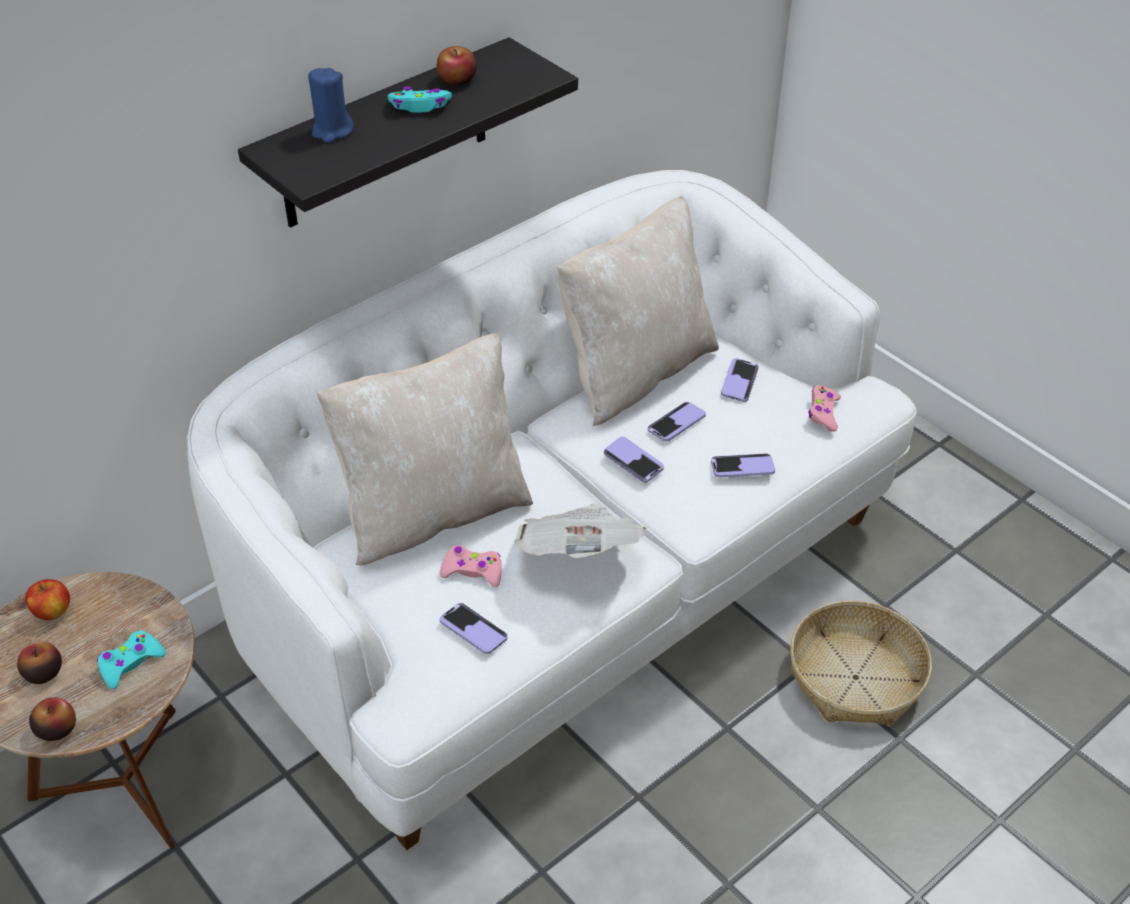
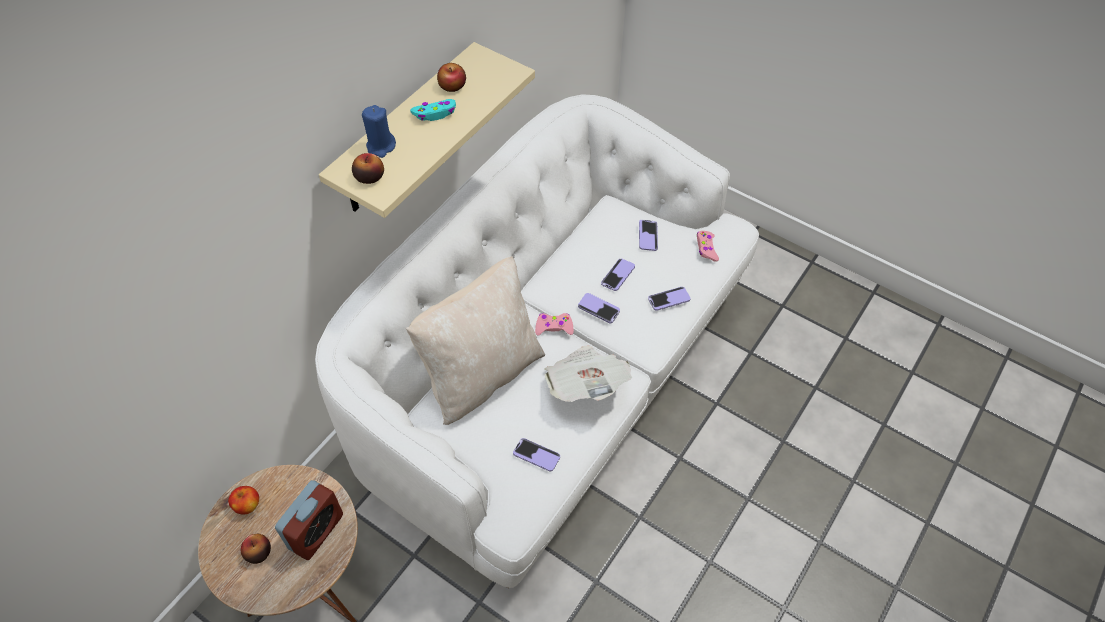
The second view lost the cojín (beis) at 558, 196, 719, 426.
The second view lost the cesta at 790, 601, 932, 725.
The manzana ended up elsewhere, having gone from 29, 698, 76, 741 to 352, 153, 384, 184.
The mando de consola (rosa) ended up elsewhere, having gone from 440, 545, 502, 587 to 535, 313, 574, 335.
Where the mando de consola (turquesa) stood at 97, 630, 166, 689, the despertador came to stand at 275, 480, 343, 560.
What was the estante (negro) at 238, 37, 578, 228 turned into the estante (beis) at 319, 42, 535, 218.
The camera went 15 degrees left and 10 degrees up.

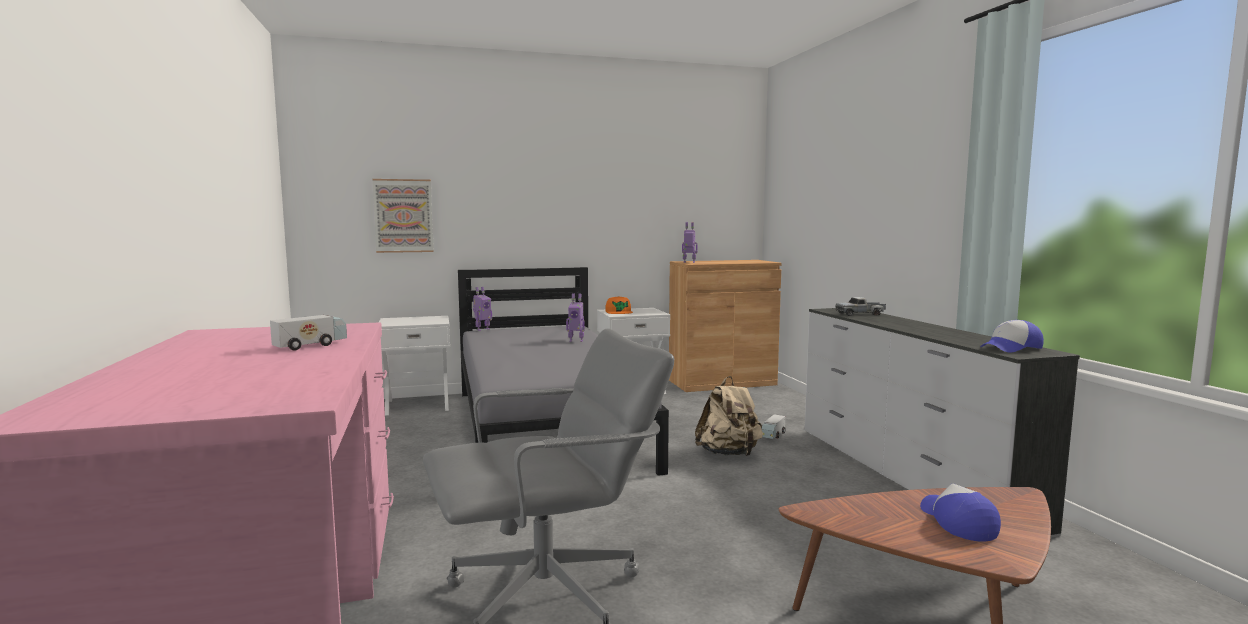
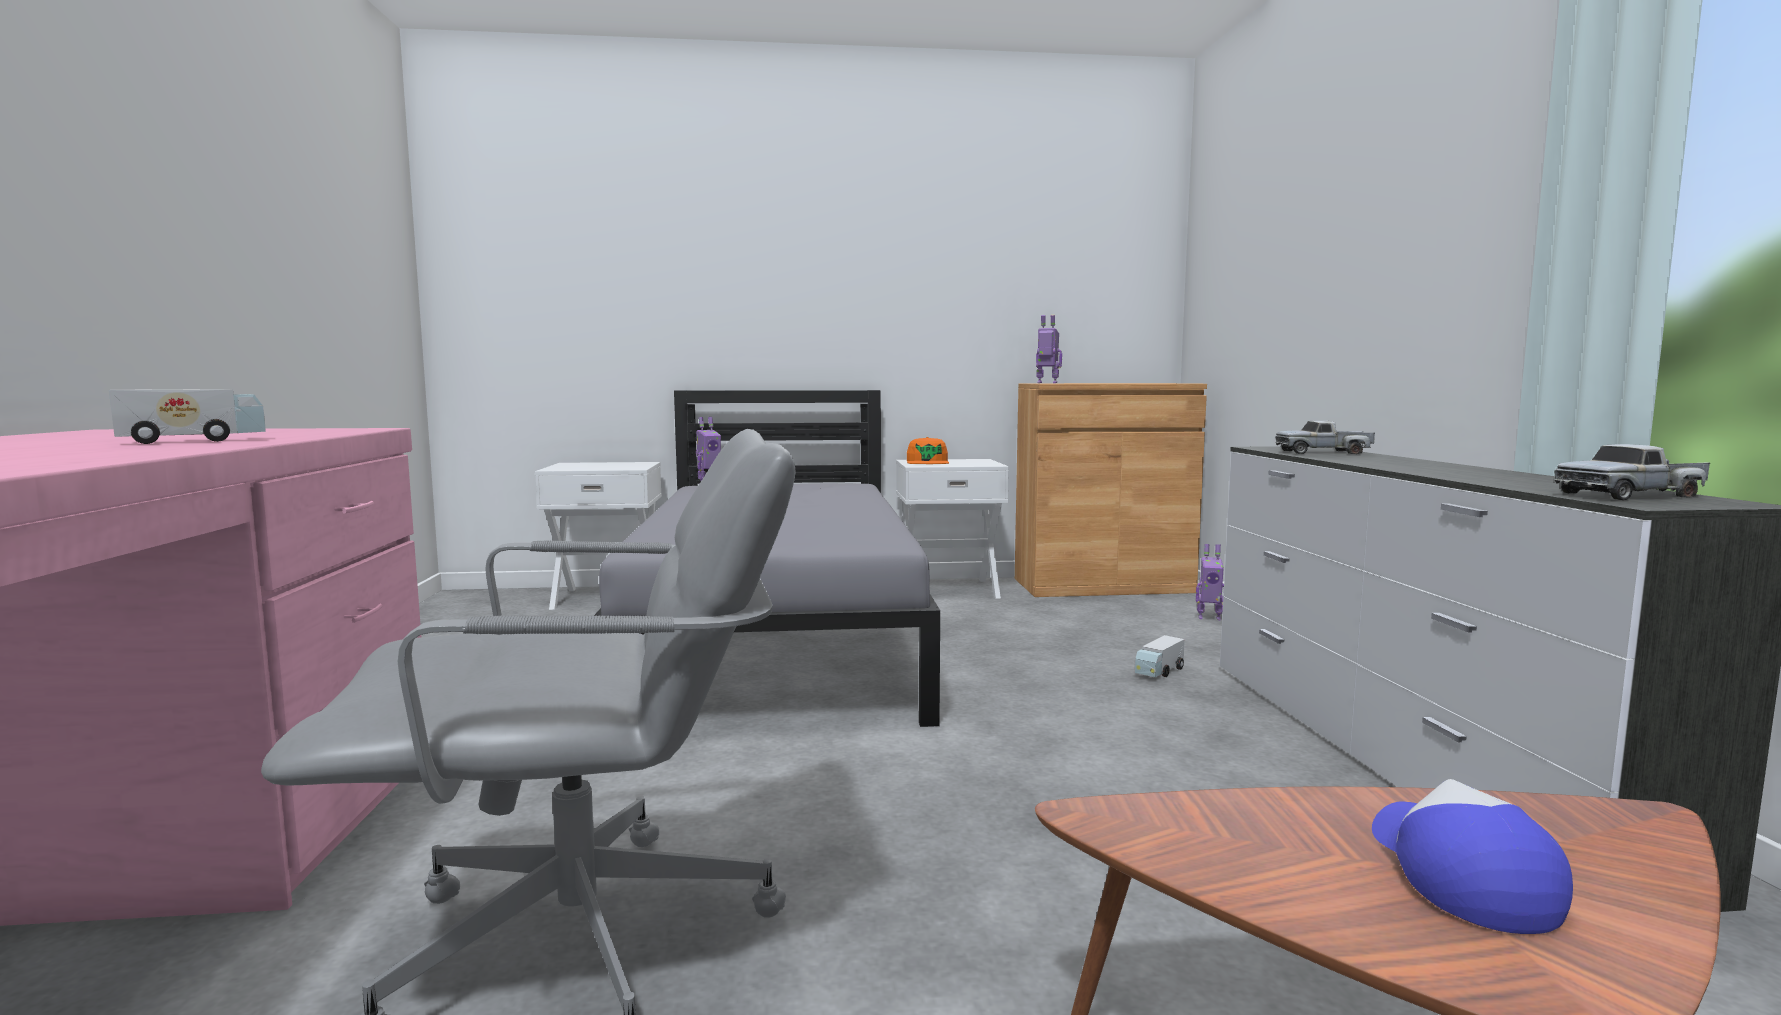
The second view lost the cuadro at 372, 179, 434, 253.
The second view lost the mochila (beis) at 695, 376, 763, 456.
The robot de juguete ended up elsewhere, having gone from 566, 293, 585, 342 to 1196, 544, 1225, 620.
Where the gorra stood at 980, 320, 1044, 353, the camión de juguete came to stand at 1554, 444, 1710, 500.
The camera went 10 degrees right and 0 degrees up.

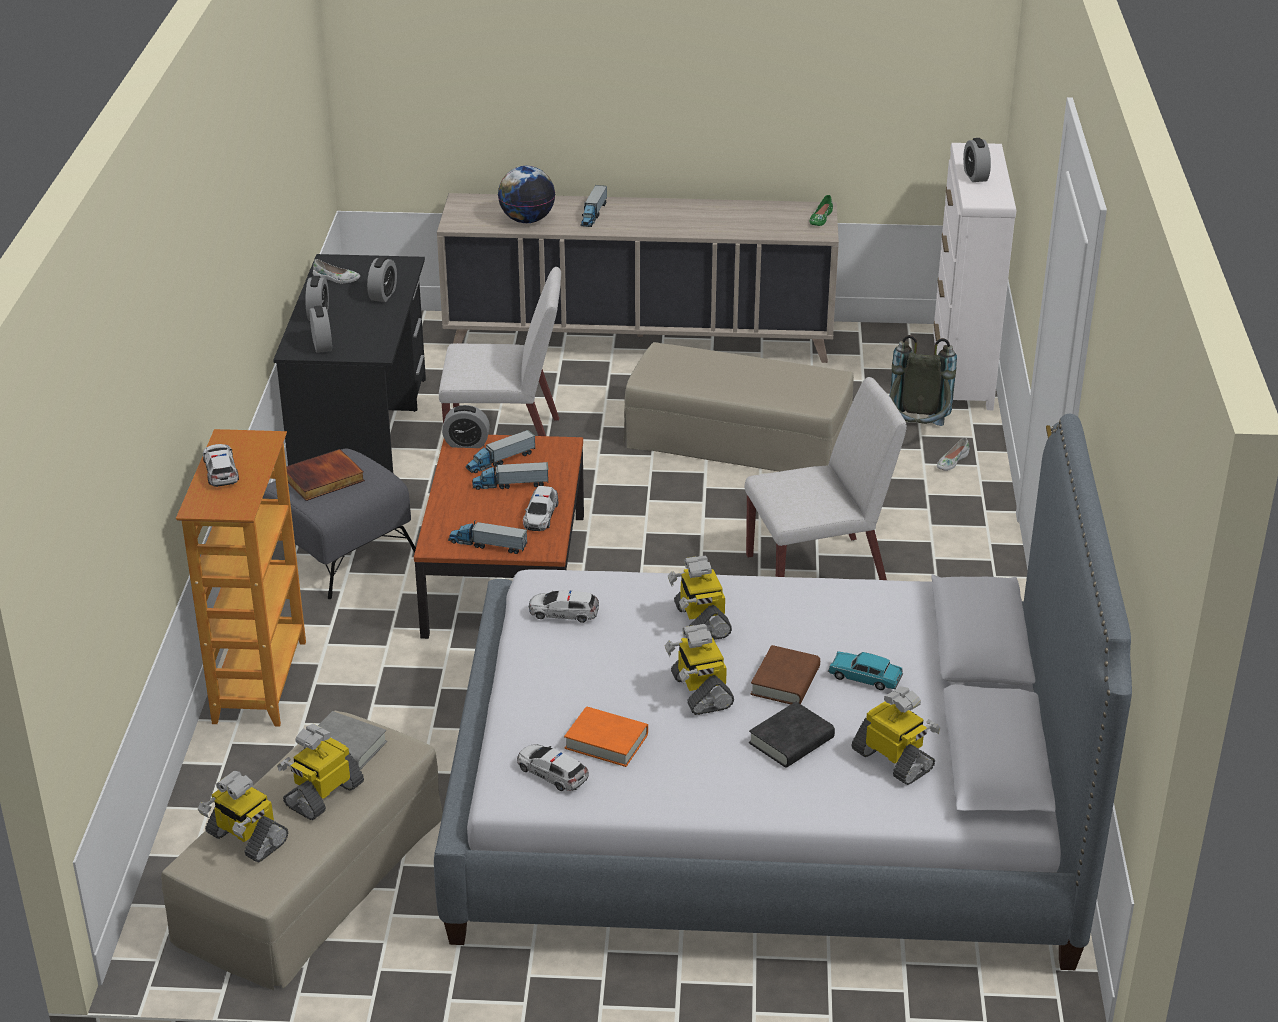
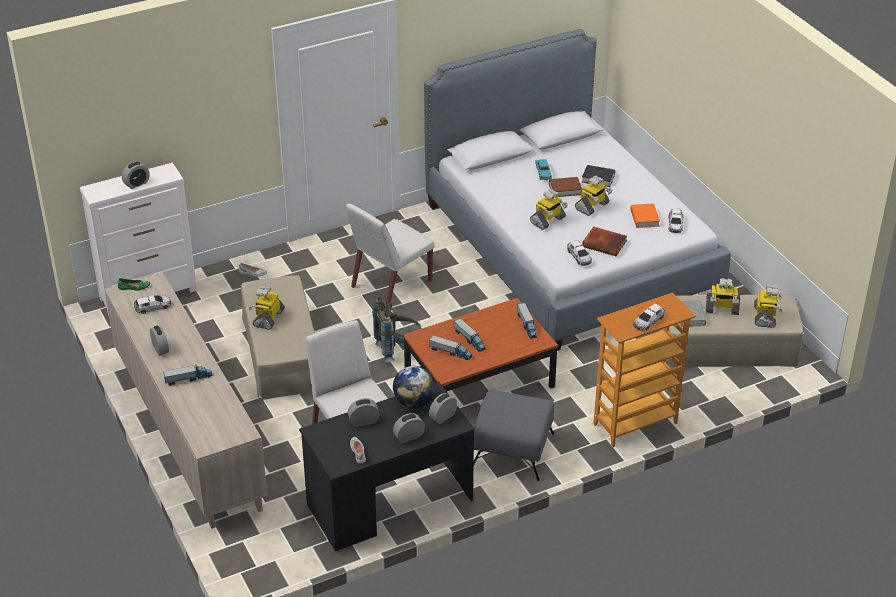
The libro ended up elsewhere, having gone from 286, 449, 365, 501 to 582, 227, 627, 256.
The despertador ended up elsewhere, having gone from 442, 405, 490, 448 to 150, 326, 169, 356.
The globo terráqueo ended up elsewhere, having gone from 498, 166, 555, 223 to 393, 366, 435, 408.
The coche de juguete ended up elsewhere, having gone from 523, 486, 558, 531 to 134, 295, 171, 314.
The robot de juguete ended up elsewhere, having gone from 852, 686, 941, 785 to 249, 286, 285, 330.
The mochila (gris) ended up elsewhere, having gone from 889, 335, 957, 426 to 372, 297, 422, 362.
The silla (blanco) at 744, 377, 907, 580 ended up facing another way, 90 degrees counterclockwise from before.
The camera went 120 degrees left and 5 degrees up.

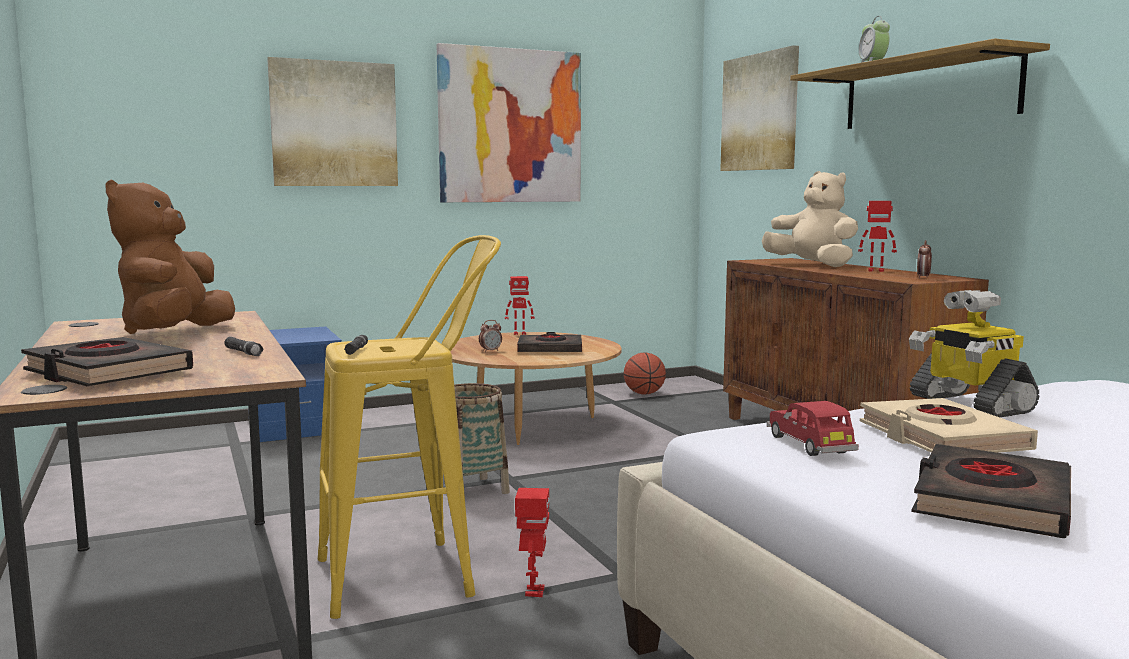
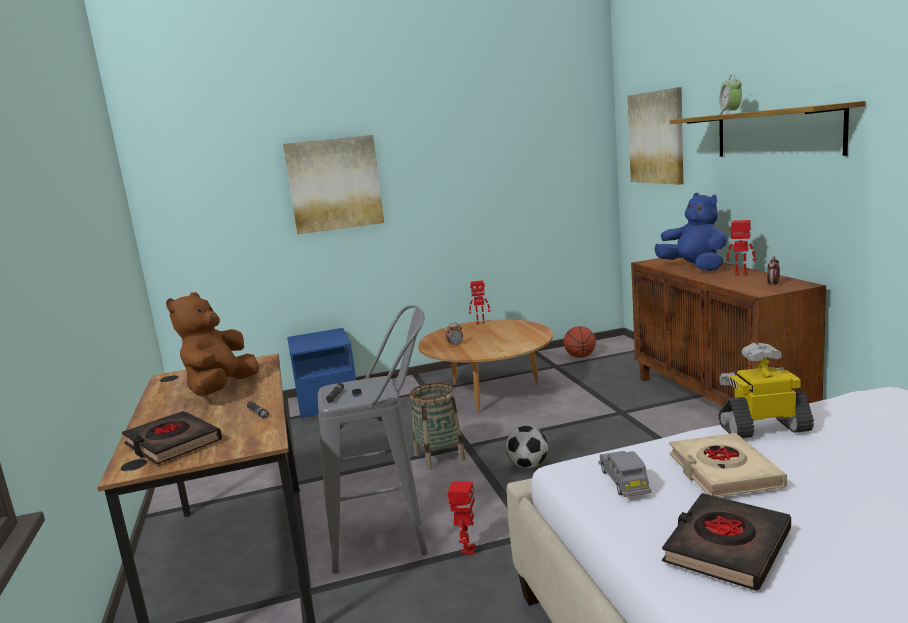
The second view lost the cuadro at 436, 43, 581, 202.
The second view lost the libro (negro) at 517, 332, 582, 352.
The second view gained the balón de fútbol at 506, 426, 548, 468.
What was the taburete (amarillo) at 318, 235, 501, 619 turned into the taburete (gris) at 318, 305, 428, 574.
What was the peluche (beis) at 762, 171, 858, 267 turned into the peluche (azul) at 655, 193, 727, 271.
What was the coche de juguete (rojo) at 767, 401, 859, 456 turned into the coche de juguete (gris) at 598, 451, 651, 497.
The robot de juguete at 909, 290, 1039, 417 ended up facing another way, 105 degrees clockwise from before.
The camera went 10 degrees right and 5 degrees up.

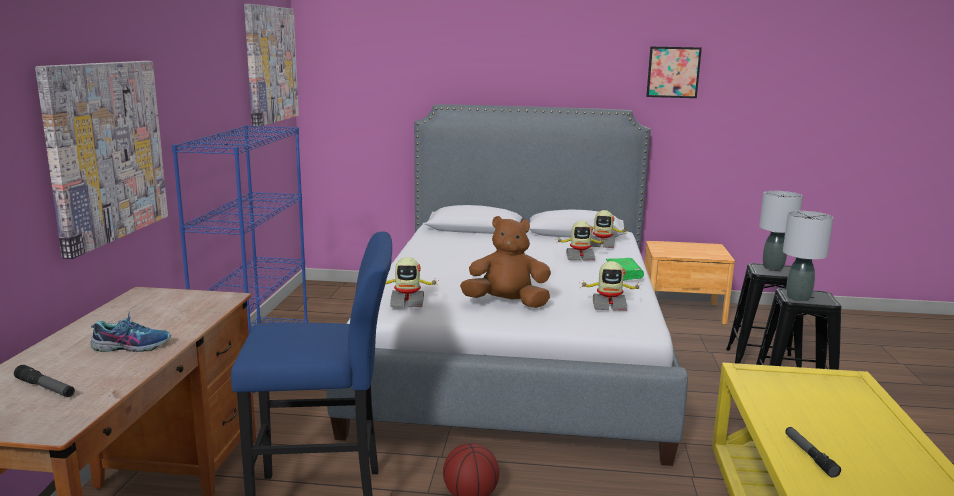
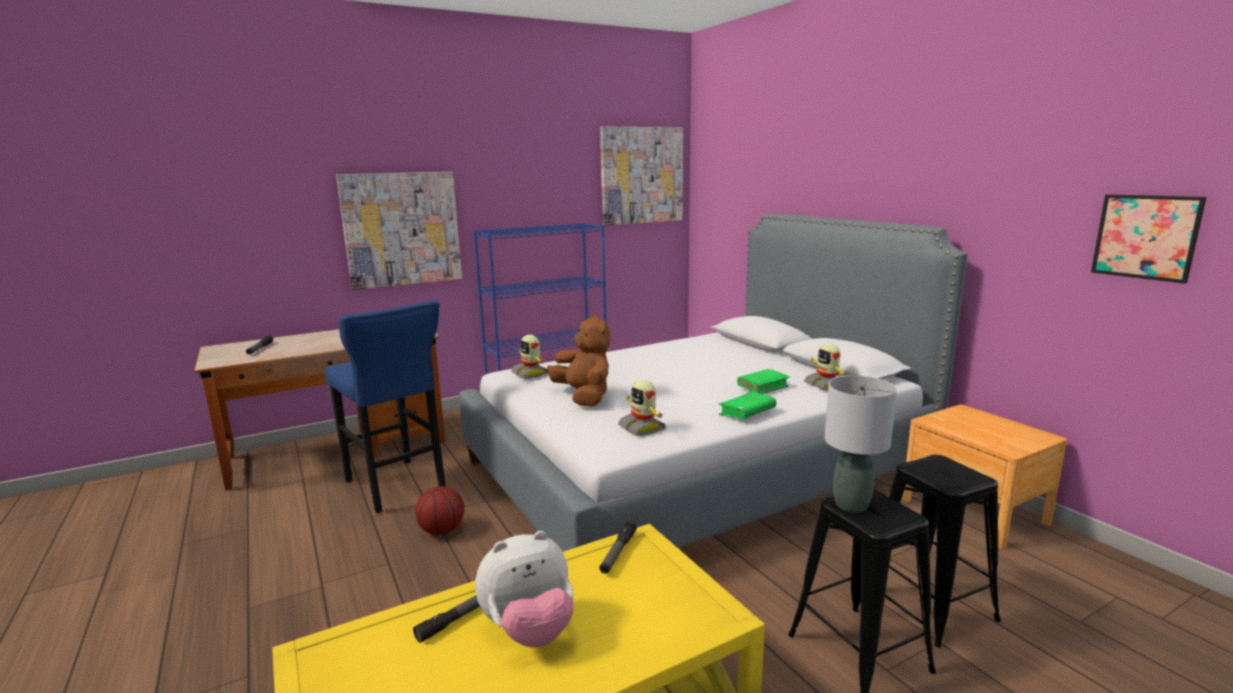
The second view lost the zapato at 91, 311, 171, 352.
The second view lost the lámpara de mesa (gris) at 759, 191, 803, 271.
The second view gained the peluche at 475, 531, 574, 648.
The second view gained the linterna at 599, 521, 637, 574.
The cuadro ended up elsewhere, having gone from 646, 46, 702, 98 to 1091, 194, 1206, 284.
Where the robot de juguete stood at 556, 221, 606, 261, the libro (verde) came to stand at 737, 369, 790, 395.
The camera went 55 degrees right and 0 degrees up.

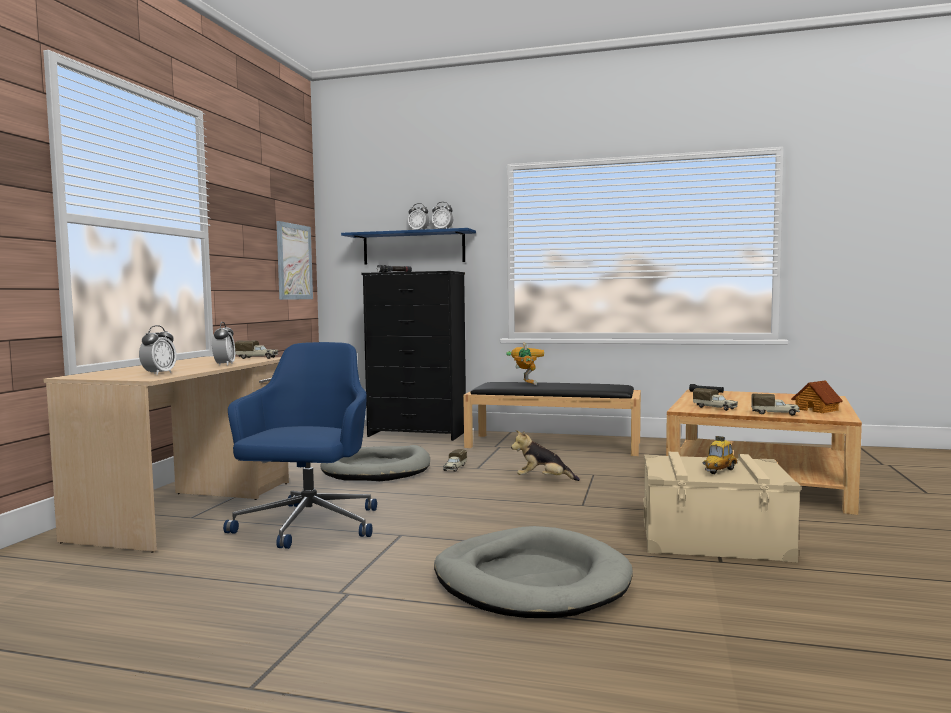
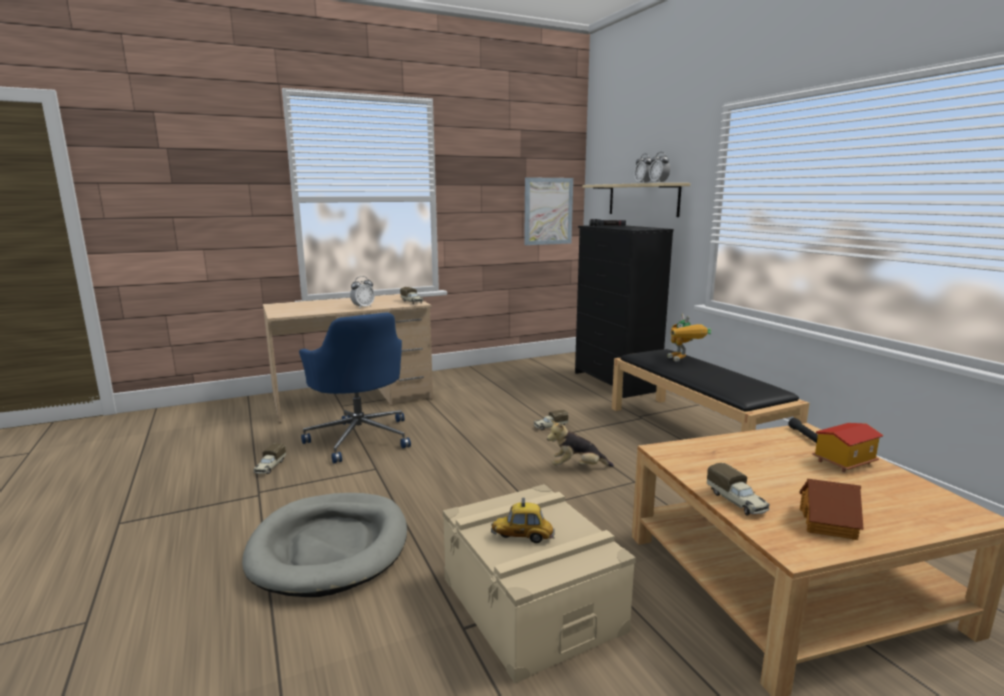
The second view lost the despertador at 139, 325, 177, 375.
The second view lost the cama para perro (gris) at 321, 445, 430, 481.
The second view gained the casita at 812, 423, 884, 473.
The camión de juguete ended up elsewhere, having gone from 693, 388, 738, 411 to 253, 443, 286, 474.
What was the estante (azul) at 341, 228, 476, 265 turned into the estante (beis) at 583, 183, 690, 217.
The silla de oficina (azul) at 223, 342, 377, 549 ended up facing another way, 90 degrees clockwise from before.
The robot de juguete at 506, 343, 544, 385 ended up facing another way, 120 degrees clockwise from before.
The peluche at 511, 430, 580, 481 ended up facing another way, 60 degrees counterclockwise from before.
The camera went 50 degrees right and 10 degrees up.

